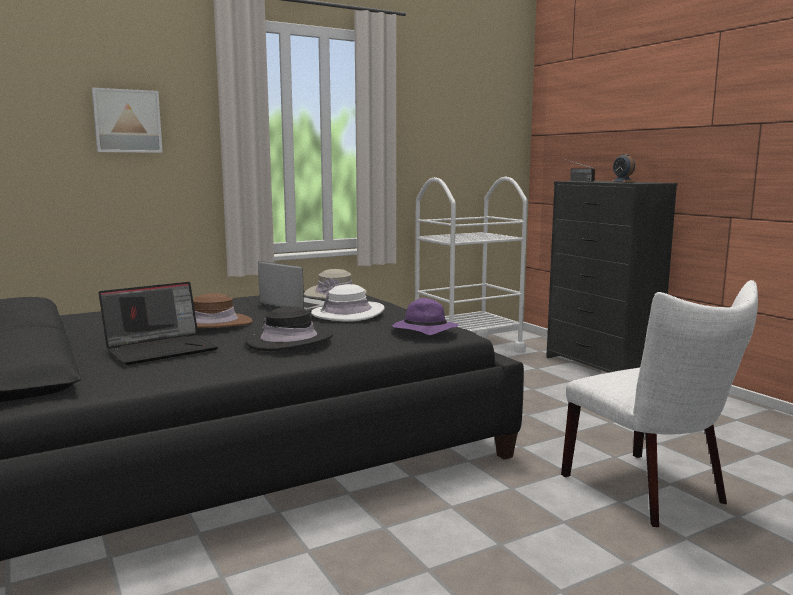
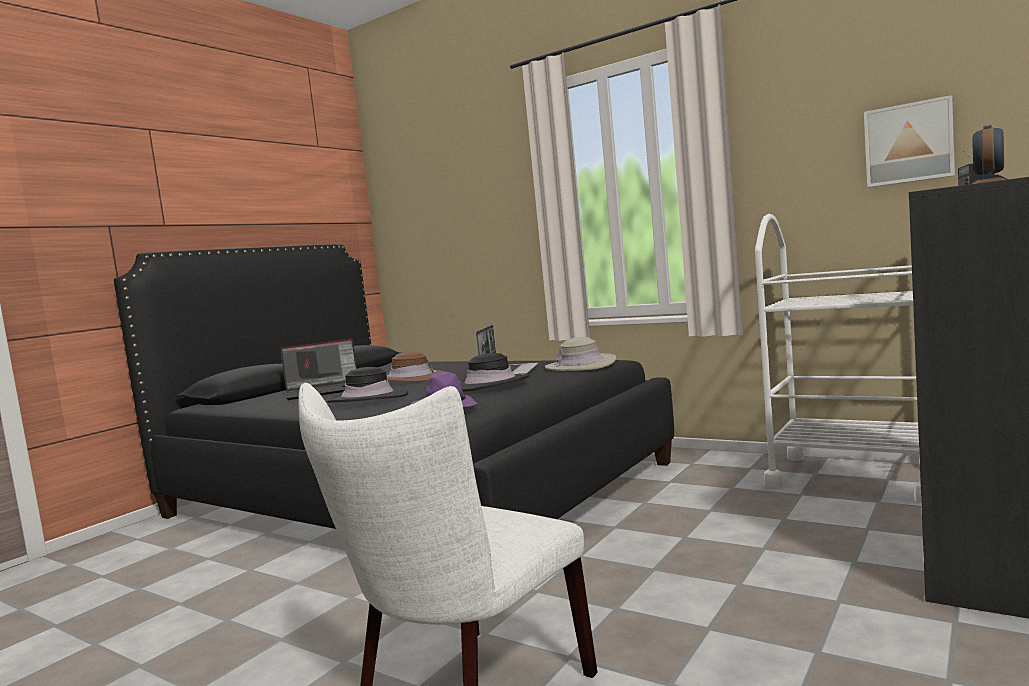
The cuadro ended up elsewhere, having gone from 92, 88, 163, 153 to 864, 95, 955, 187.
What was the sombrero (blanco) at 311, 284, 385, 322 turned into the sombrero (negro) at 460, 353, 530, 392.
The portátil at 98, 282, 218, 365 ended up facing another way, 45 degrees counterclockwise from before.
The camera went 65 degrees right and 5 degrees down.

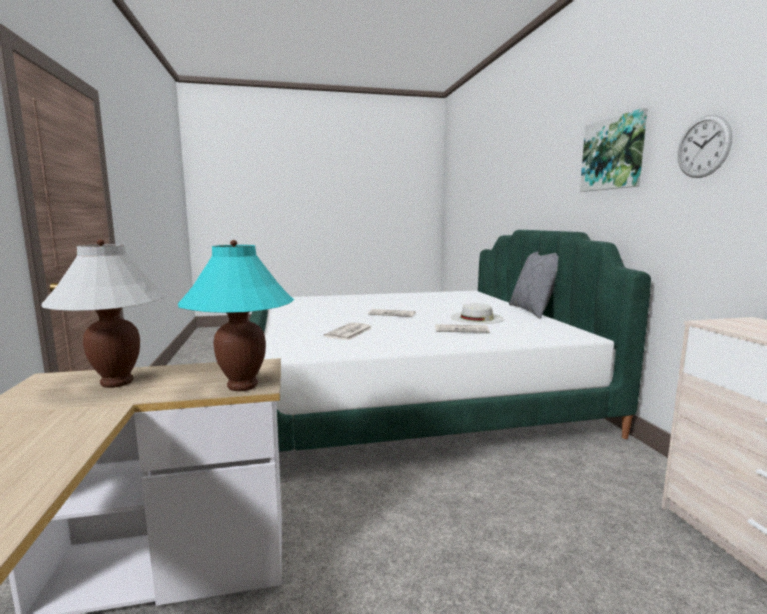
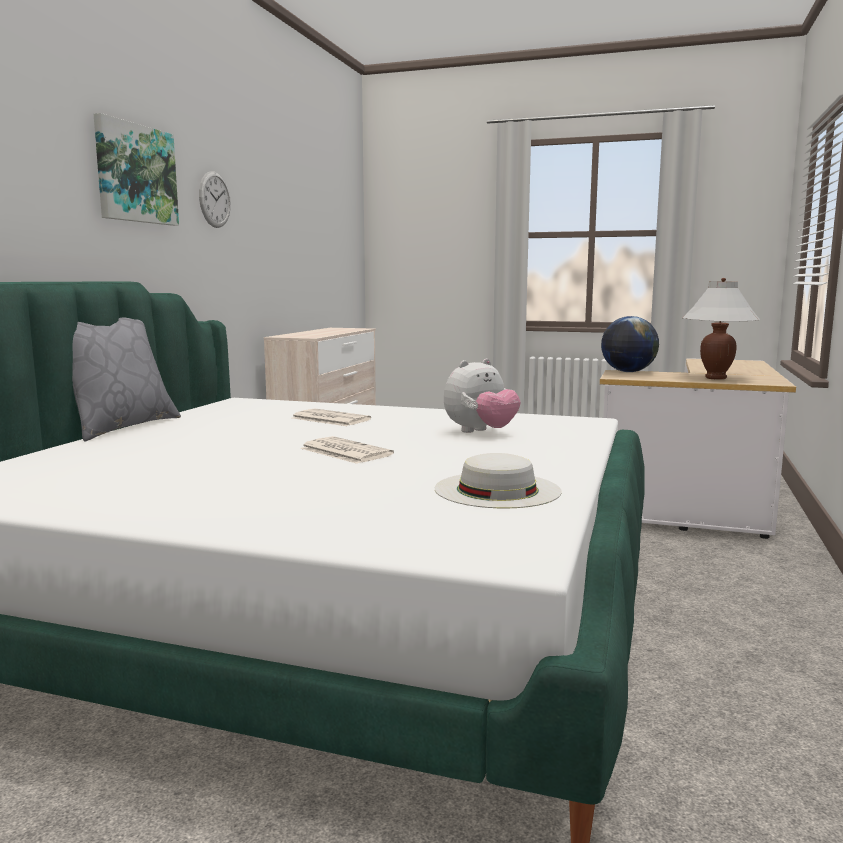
The sombrero (blanco) ended up elsewhere, having gone from 450, 303, 504, 324 to 435, 453, 561, 508.
Where the lámpara de mesa (turquesa) stood at 178, 240, 294, 391, the globo terráqueo came to stand at 601, 316, 659, 372.
Where the periódico stood at 324, 323, 372, 340, the peluche came to stand at 444, 358, 521, 433.
The camera went 150 degrees left and 0 degrees up.

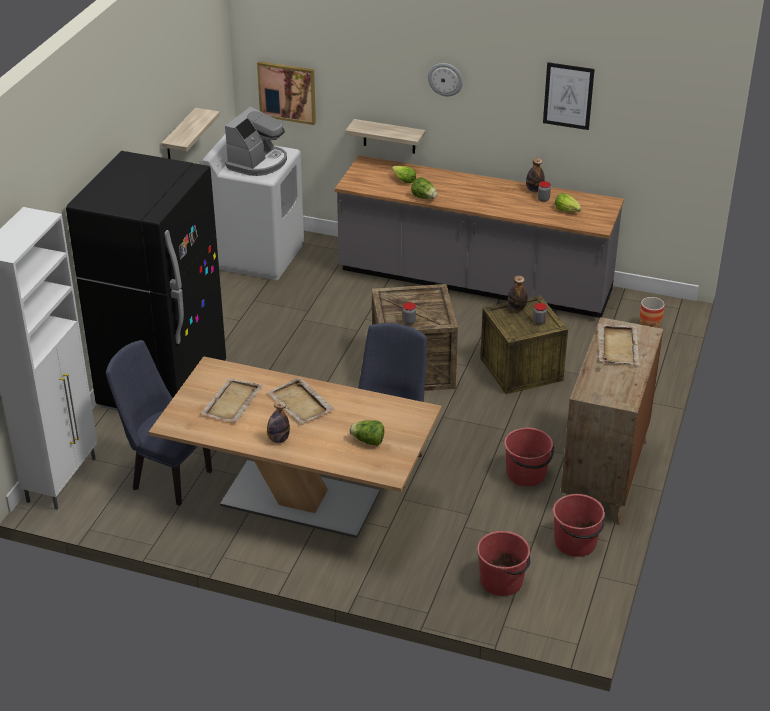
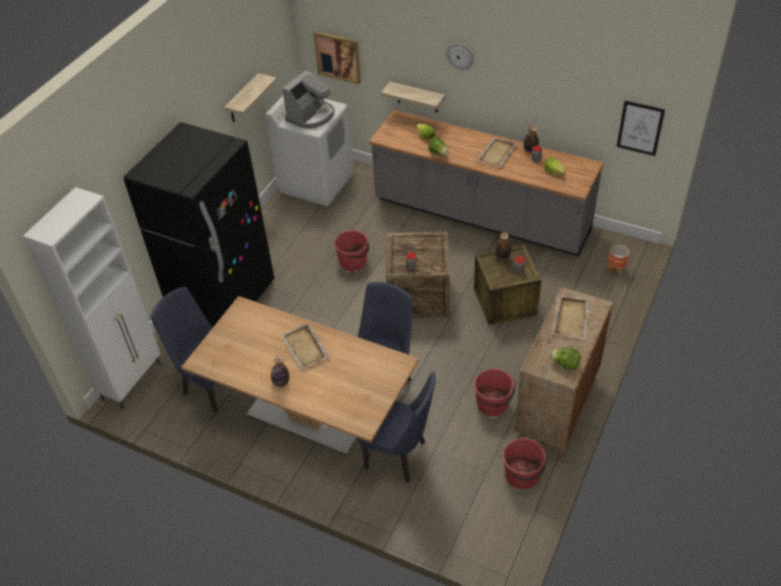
The second view gained the silla (azul) at 359, 372, 436, 483.
The bandeja (beis) ended up elsewhere, having gone from 201, 378, 263, 422 to 476, 137, 517, 168.
The lechuga ended up elsewhere, having gone from 350, 420, 384, 446 to 550, 348, 580, 370.
The cubo (rojo) ended up elsewhere, having gone from 477, 531, 531, 596 to 334, 230, 369, 271.
The cuadro ended up elsewhere, having gone from 543, 62, 595, 130 to 617, 101, 665, 156.
The camera went 10 degrees right and 10 degrees up.

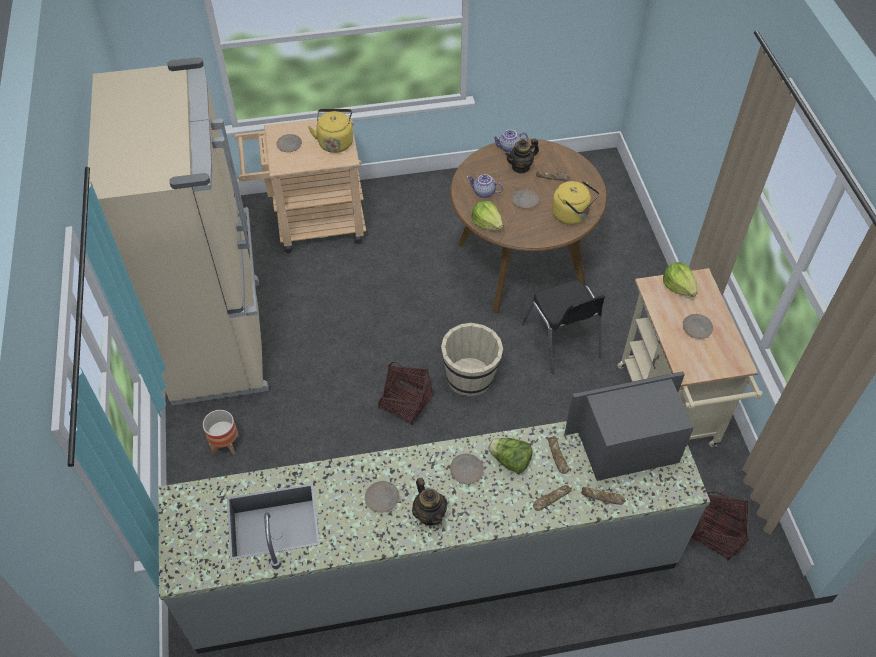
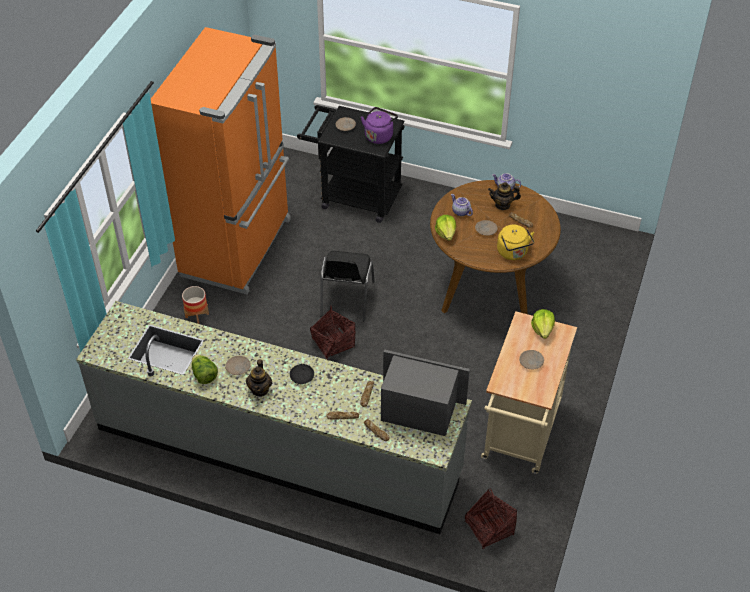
The second view lost the cubo (beis) at 441, 323, 503, 396.
The lechuga ended up elsewhere, having gone from 488, 438, 533, 474 to 192, 354, 218, 384.
The silla (negro) ended up elsewhere, having gone from 522, 280, 605, 373 to 320, 251, 375, 321.
What was the nevera (beis) at 88, 57, 269, 406 turned into the nevera (naranja) at 151, 27, 291, 295.
What was the carrito (beis) at 235, 115, 366, 253 turned into the carrito (negro) at 297, 105, 405, 223.
What was the hervidor (amarillo) at 308, 109, 353, 153 turned into the hervidor (morado) at 361, 107, 398, 144.
What was the plato (beis) at 450, 453, 484, 484 turned into the plato (negro) at 290, 364, 314, 384.
The camera went 30 degrees right and 5 degrees down.

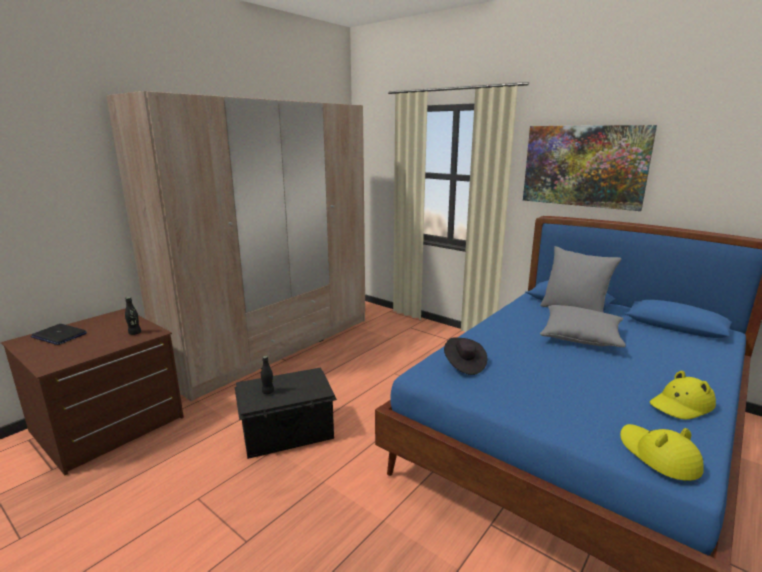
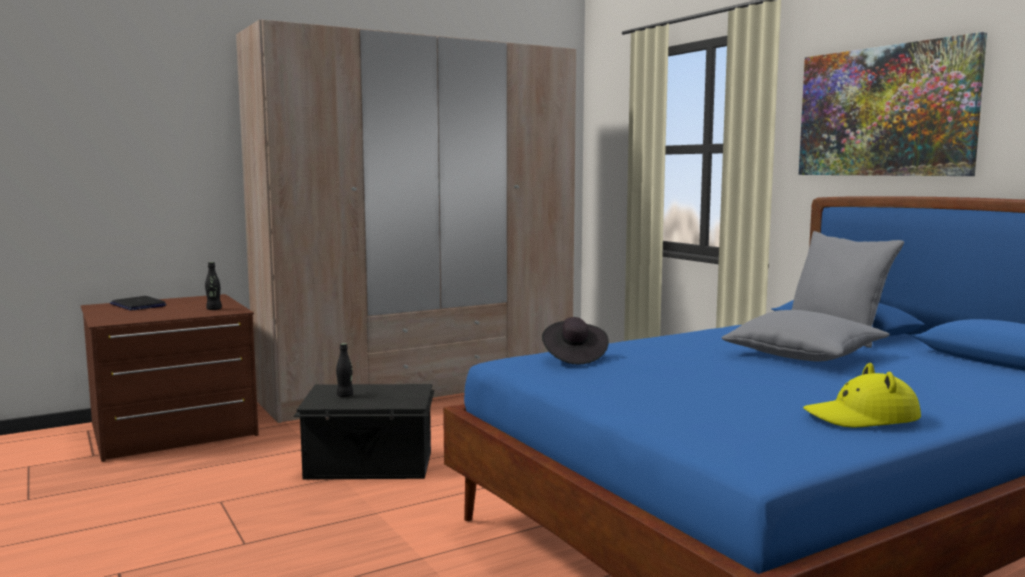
The second view lost the sombrero (amarillo) at 620, 424, 704, 481.
The camera went 20 degrees right and 10 degrees down.

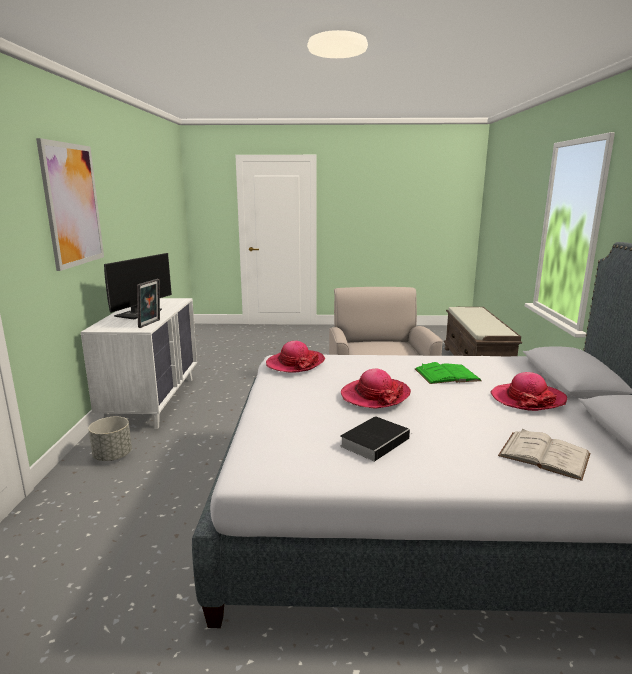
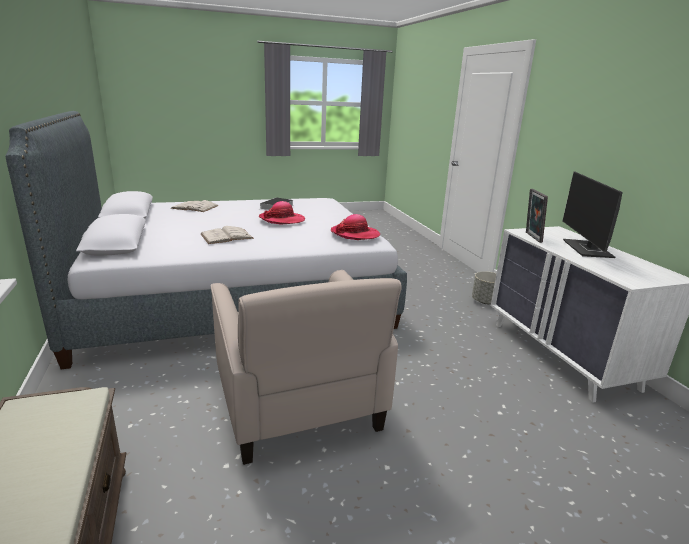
The second view lost the cuadro at 36, 138, 104, 271.
The second view lost the sombrero at 490, 372, 567, 411.
What was the libro (verde) at 415, 362, 482, 384 turned into the libro (blanco) at 201, 226, 254, 244.
The camera went 160 degrees right and 5 degrees up.

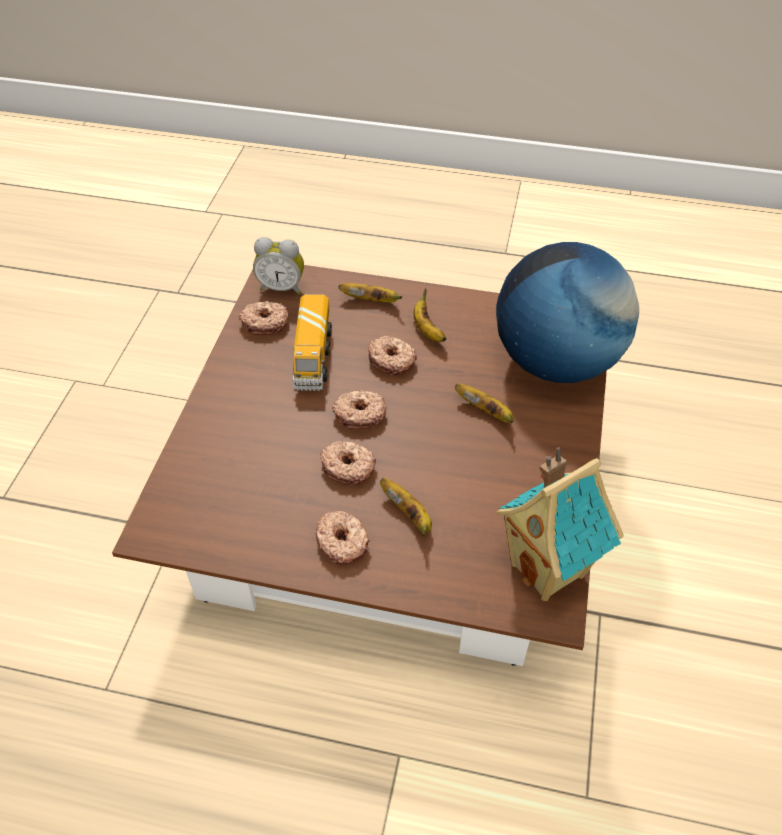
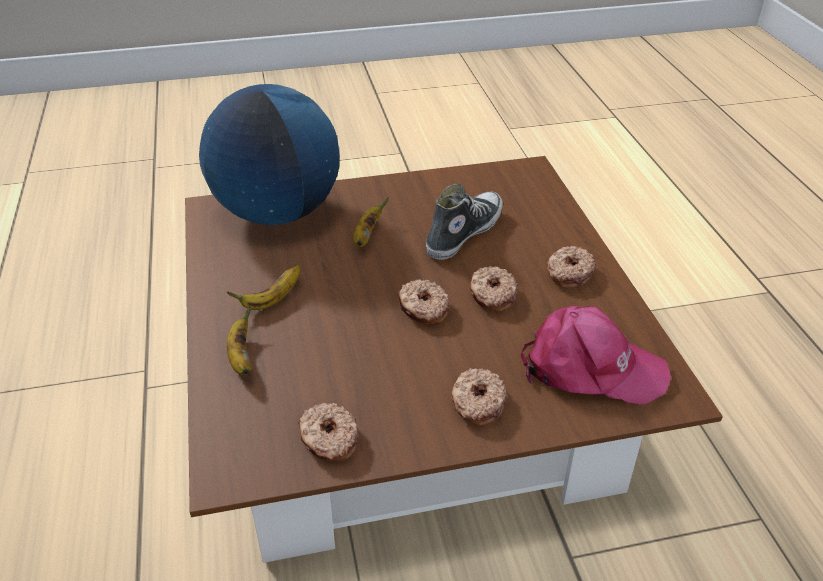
The second view lost the despertador at 253, 237, 304, 295.
The second view lost the camión de juguete at 293, 294, 332, 391.
The second view lost the plátano at 380, 478, 432, 536.
The second view lost the casita at 497, 447, 624, 601.
The second view gained the zapato at 426, 184, 503, 260.
The second view gained the gorra (rosa) at 520, 306, 671, 405.
The rosquilla ended up elsewhere, having gone from 368, 336, 417, 375 to 451, 368, 508, 425.
The camera went 115 degrees left and 10 degrees down.

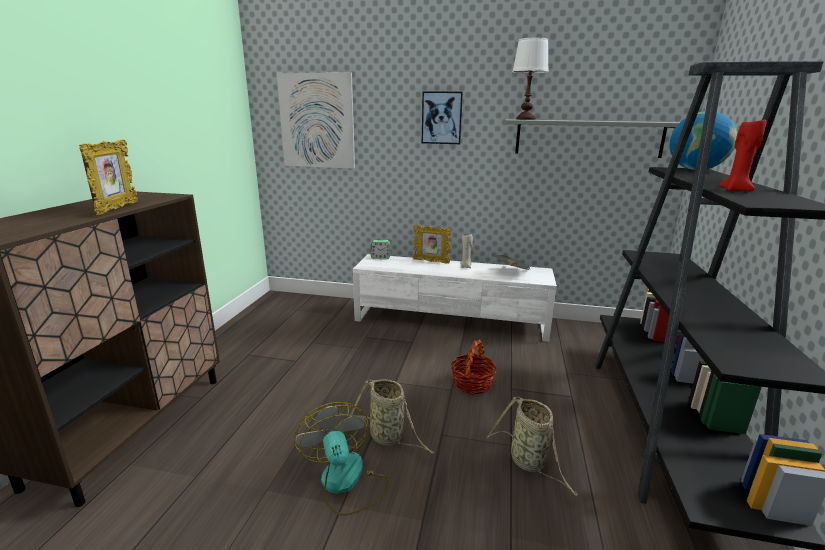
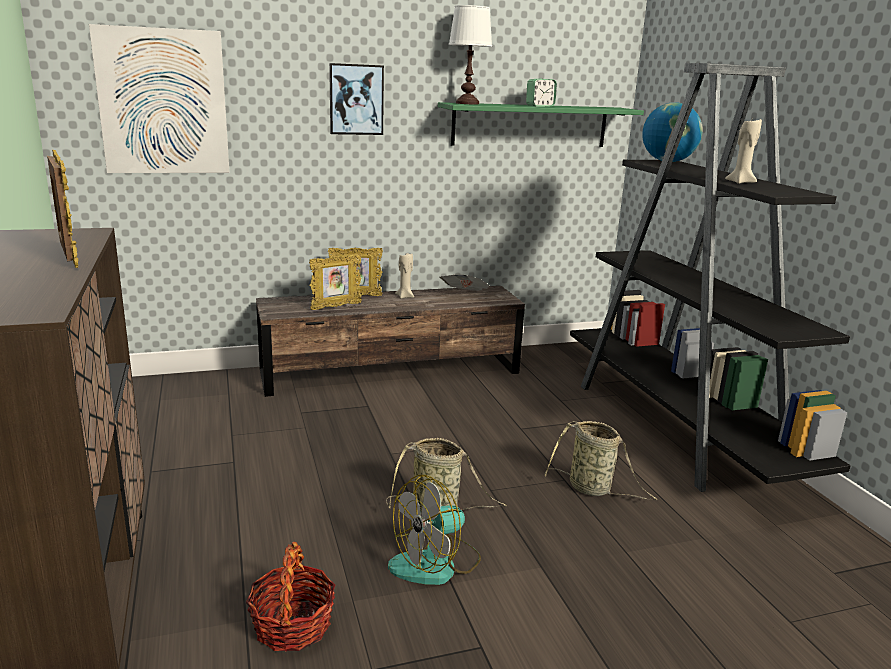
The second view gained the portarretratos at 309, 254, 362, 310.
The despertador ended up elsewhere, having gone from 371, 240, 390, 259 to 526, 79, 557, 107.
The cesta ended up elsewhere, having gone from 451, 340, 497, 394 to 246, 542, 335, 651.
What was the mueble de televisión (blanco) at 353, 254, 557, 342 turned into the mueble de televisión (marrón) at 256, 286, 525, 397.
What was the estante (gris) at 505, 119, 680, 158 turned into the estante (verde) at 438, 102, 644, 147.
What was the vela (rojo) at 718, 120, 766, 191 turned into the vela (beis) at 725, 119, 762, 184.
The ventilador at 294, 402, 391, 516 ended up facing another way, 75 degrees counterclockwise from before.
The camera went 30 degrees left and 0 degrees up.

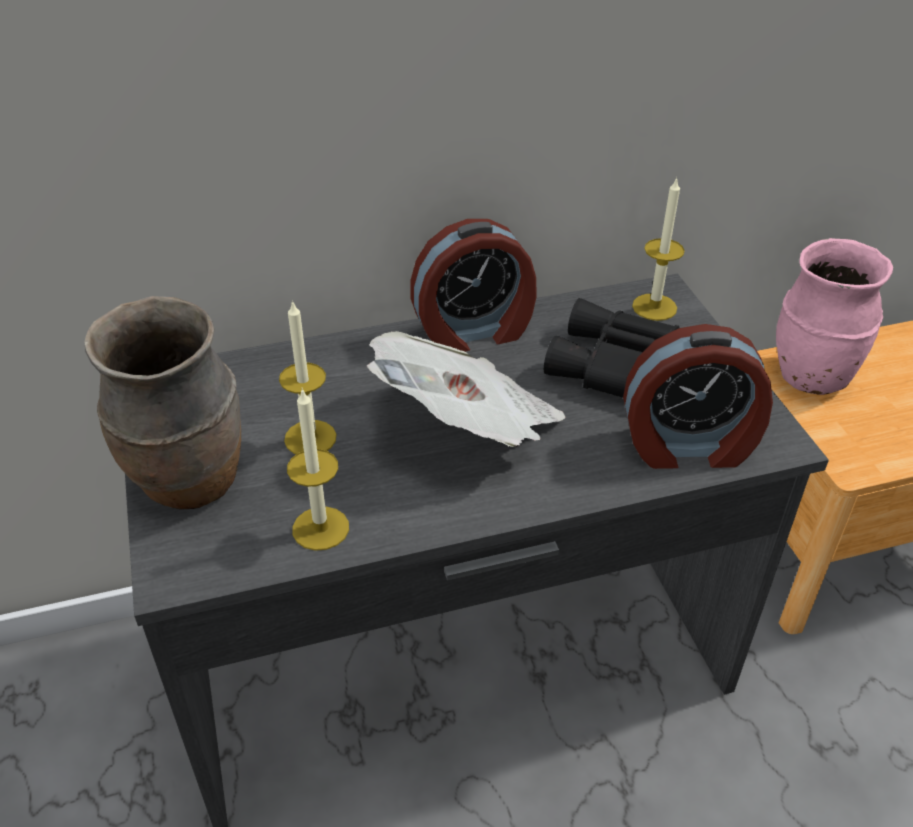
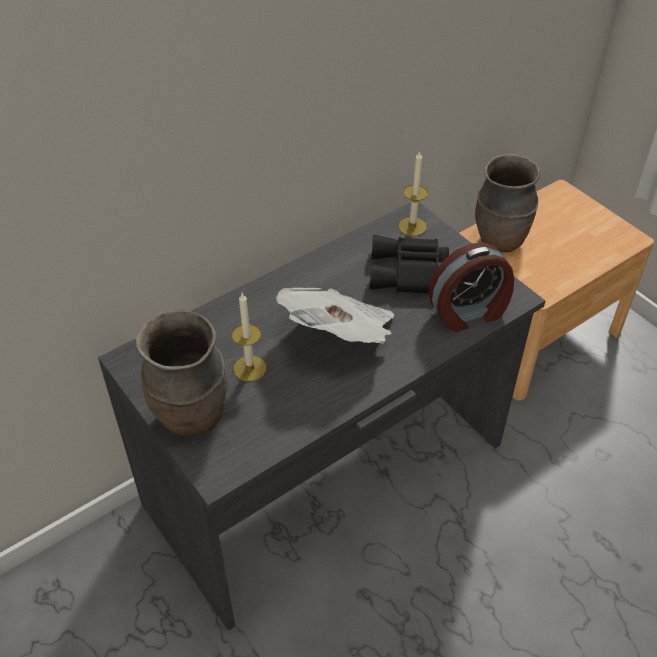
The second view lost the vela at 287, 388, 349, 551.
The second view lost the despertador at 411, 219, 537, 352.
What was the florero (rosa) at 776, 238, 893, 395 turned into the florero (marrón) at 475, 154, 540, 252.
The camera went 20 degrees left and 5 degrees up.

